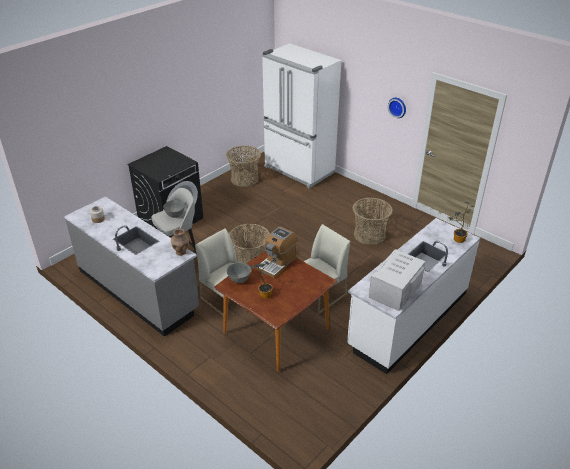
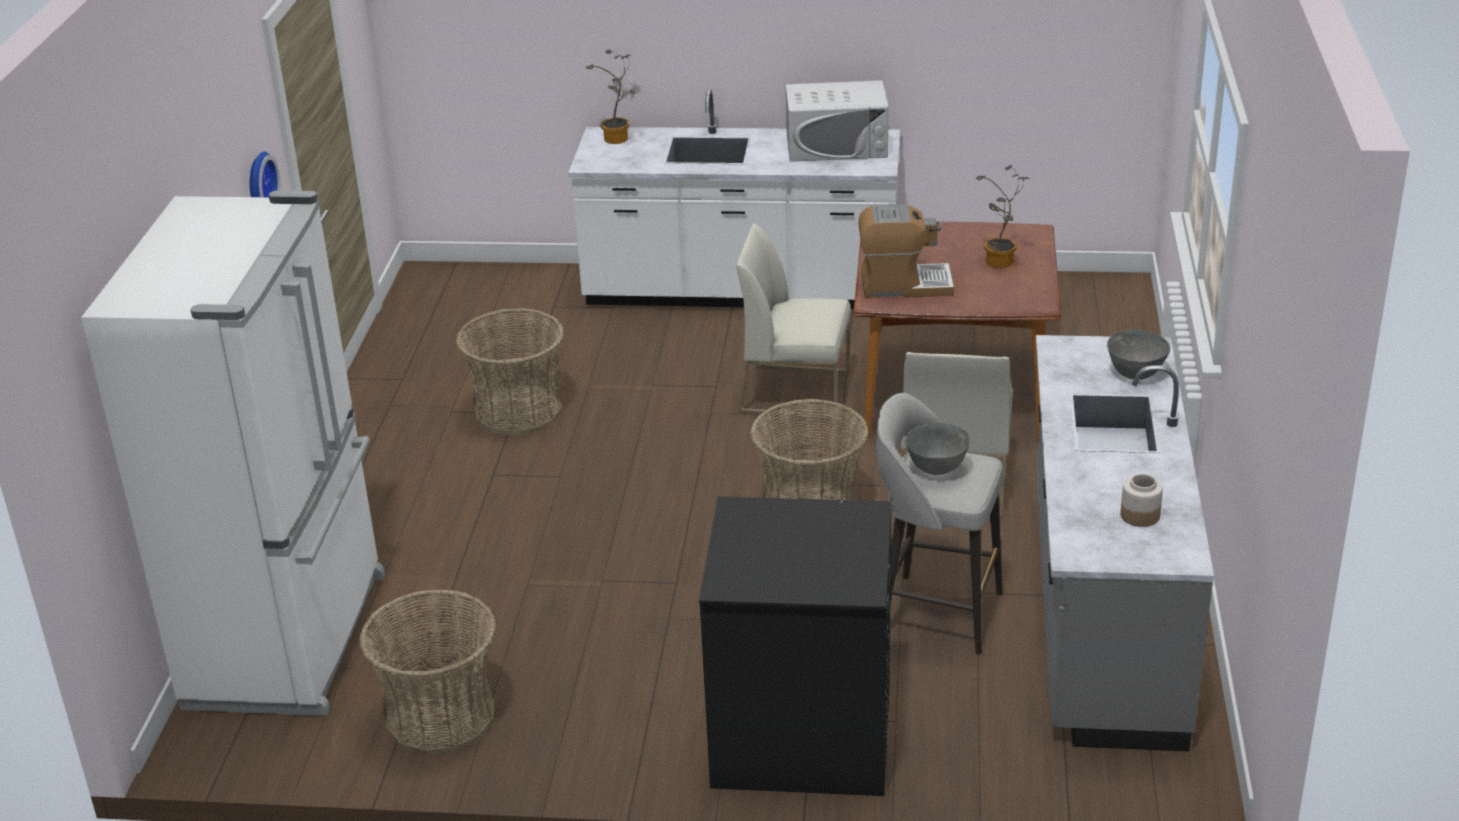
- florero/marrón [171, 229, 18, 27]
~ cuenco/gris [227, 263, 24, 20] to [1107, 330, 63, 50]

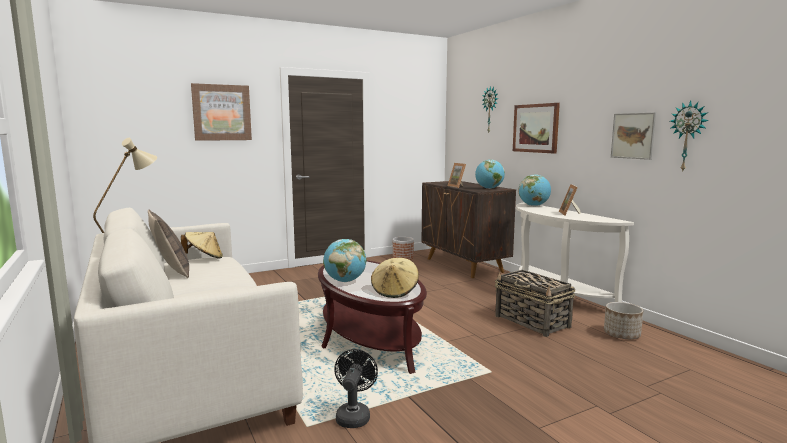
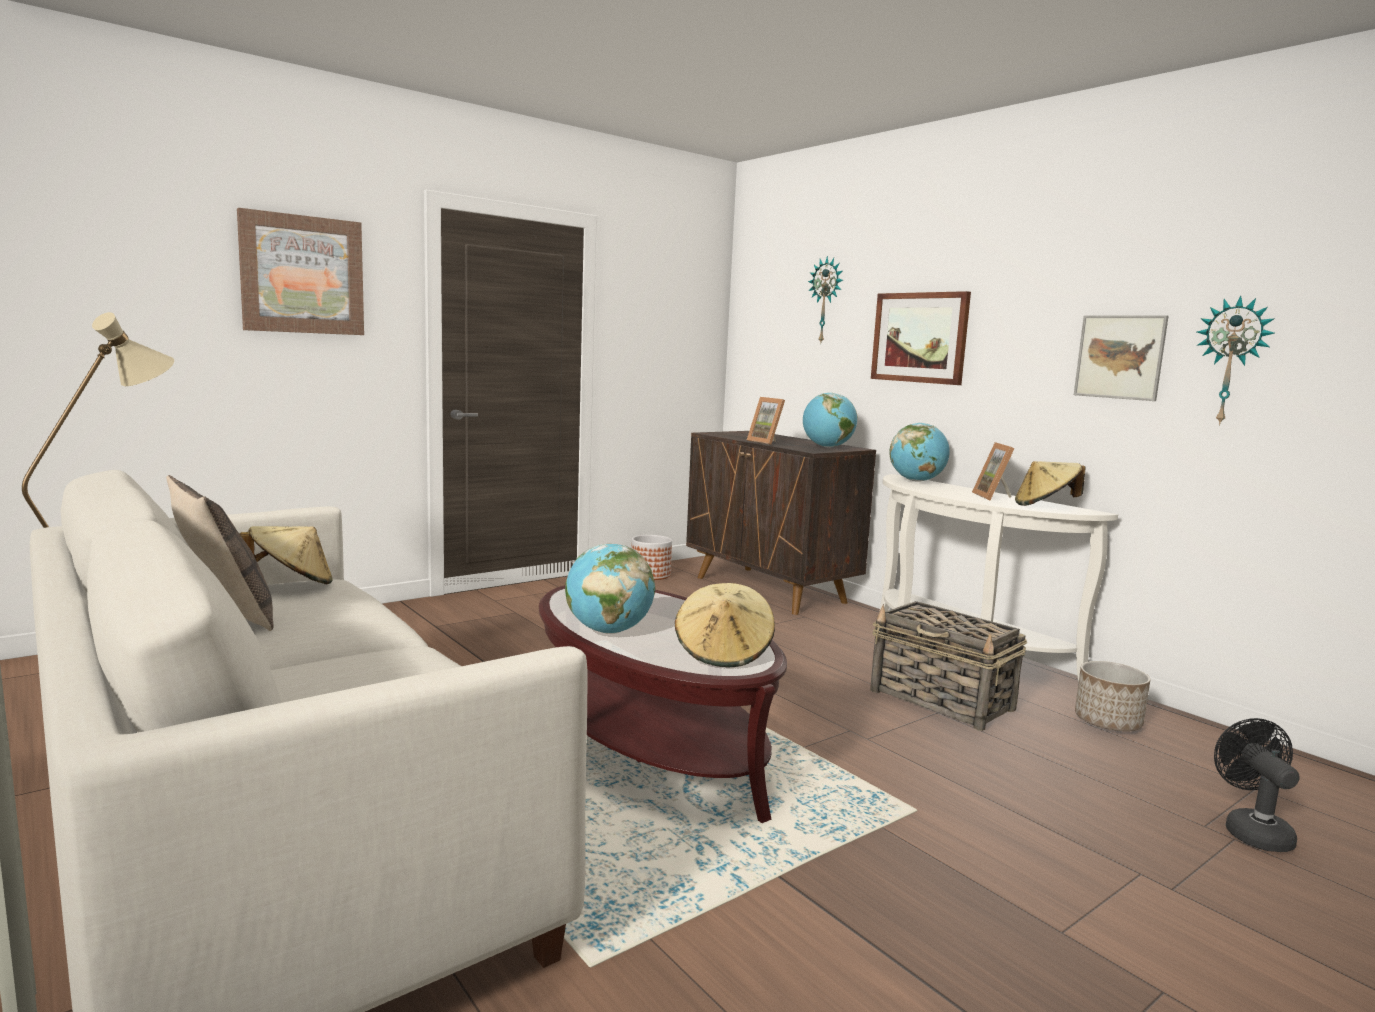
+ sombrero/beis [1015, 461, 70, 45]
~ ventilador/negro [334, 349, 44, 79] to [1214, 718, 85, 134]

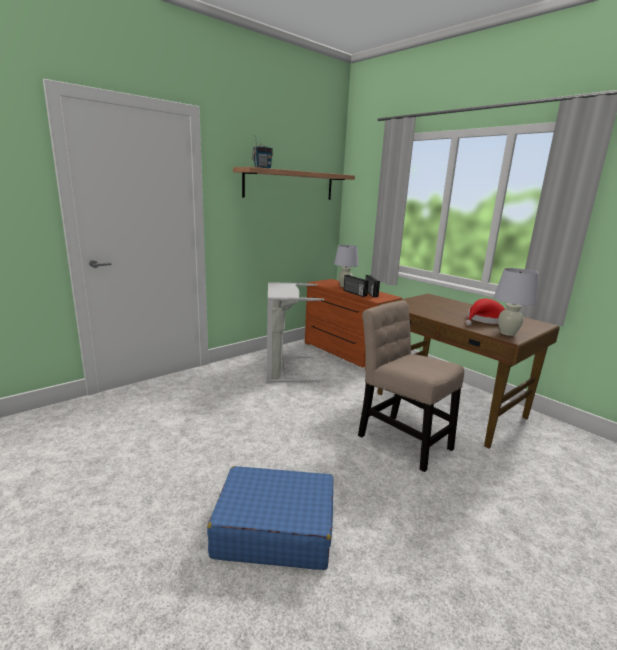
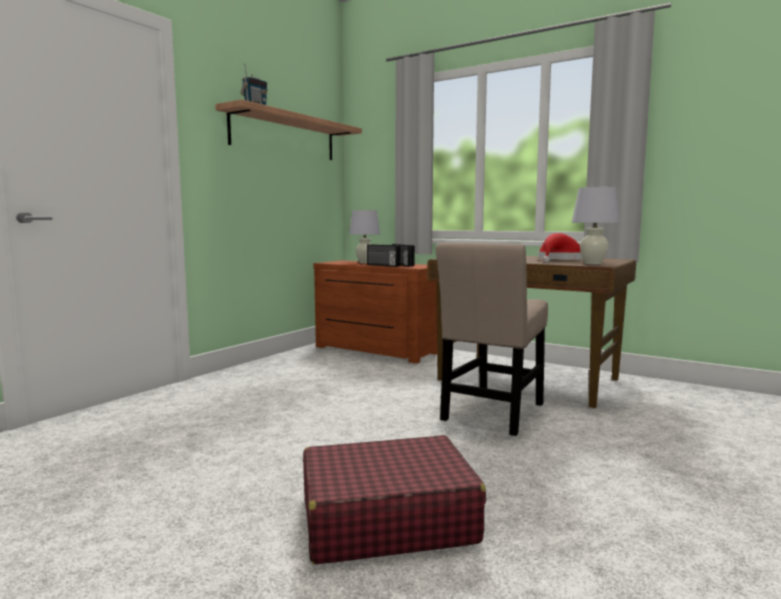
- cesto de la ropa/gris [267, 282, 57, 100]
~ maleta/azul [207, 466, 126, 104] to maleta/rojo [303, 435, 183, 129]
~ silla/beis [358, 300, 106, 172] = [436, 243, 112, 193] 90 degrees counterclockwise

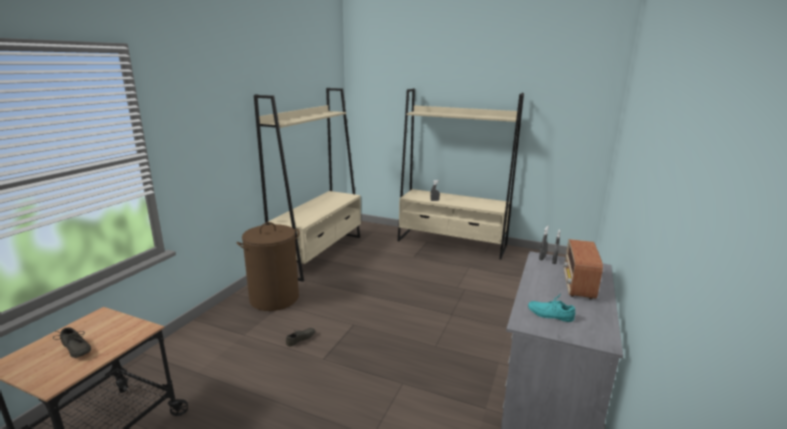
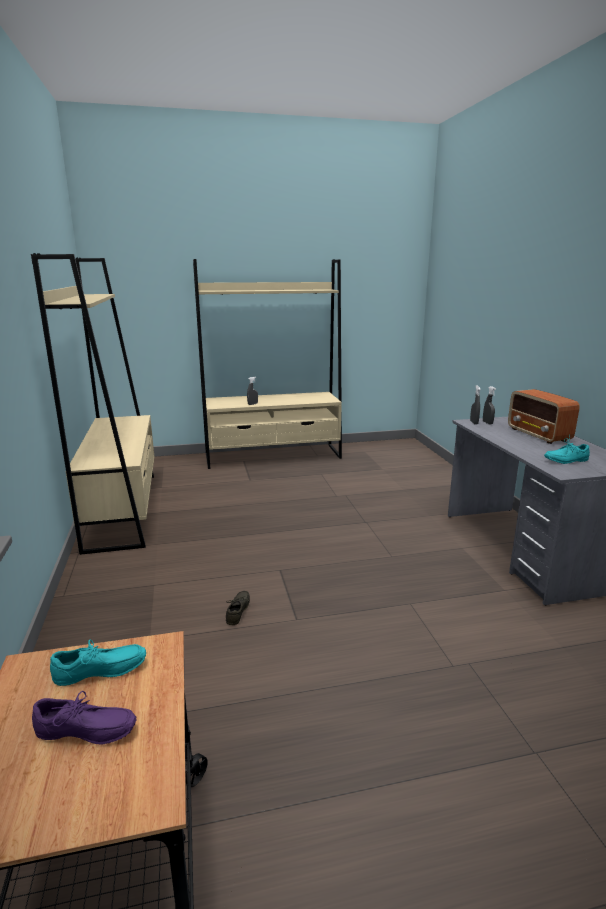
- cesto de la ropa/marrón [237, 222, 63, 89]
+ zapato/turquesa [50, 640, 96, 46]
~ zapato/gris [53, 327, 38, 31] to zapato/morado [32, 691, 104, 53]

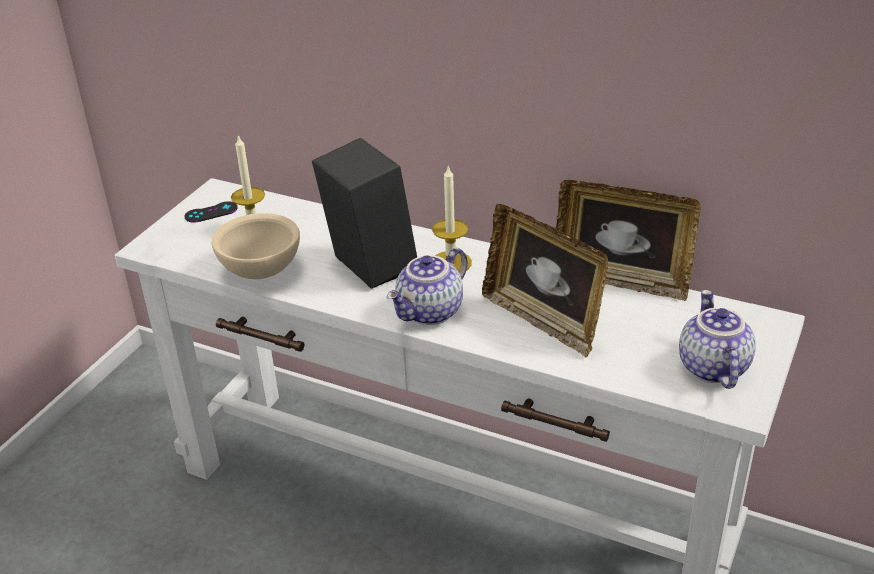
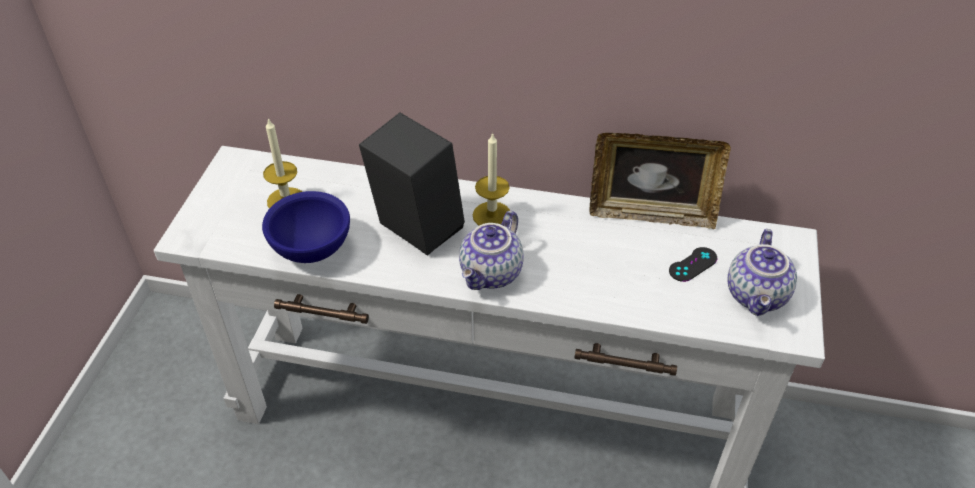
- portarretratos [482, 204, 126, 154]
~ mando de consola/negro [184, 201, 54, 22] to [669, 247, 48, 35]
~ cuenco/beis [212, 213, 88, 66] to cuenco/azul [262, 191, 88, 72]
~ tetera [679, 290, 77, 99] = [727, 229, 70, 87] 150 degrees counterclockwise

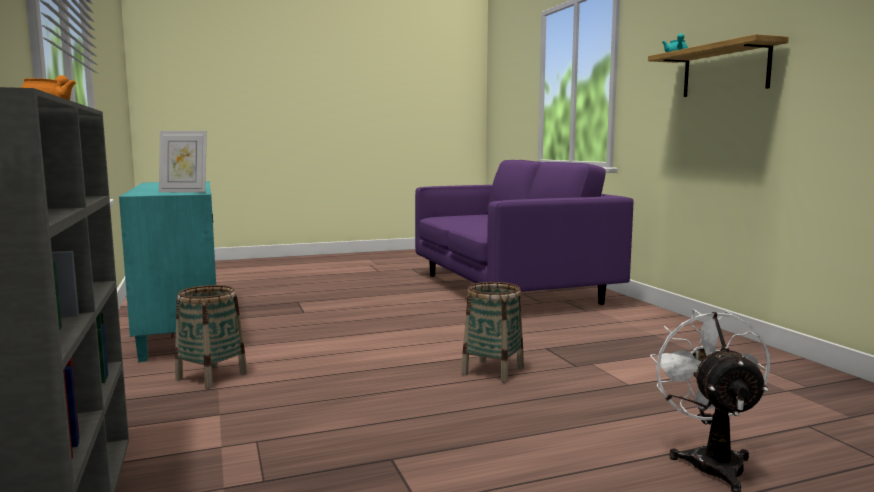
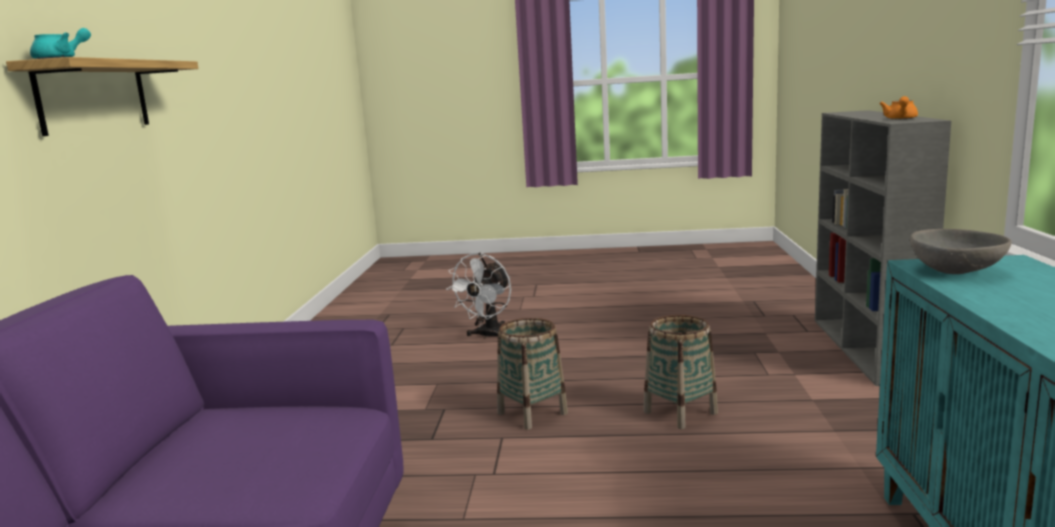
~ cesta [175, 285, 72, 104] to [643, 315, 75, 114]
~ portarretratos [159, 131, 48, 62] to cuenco/gris [910, 229, 102, 45]

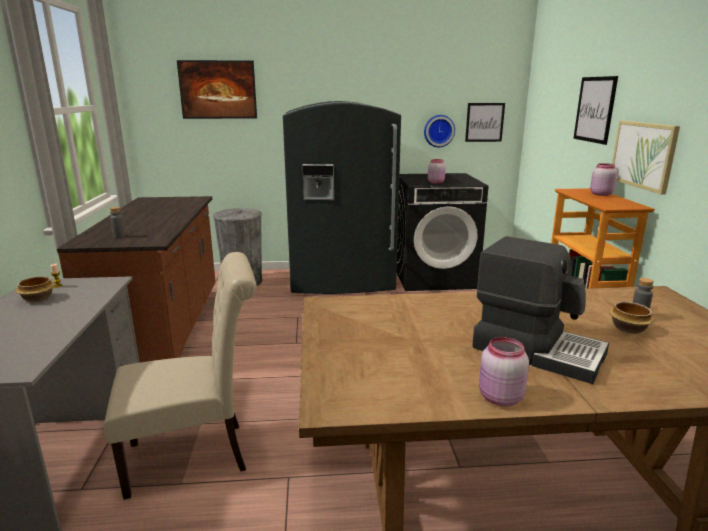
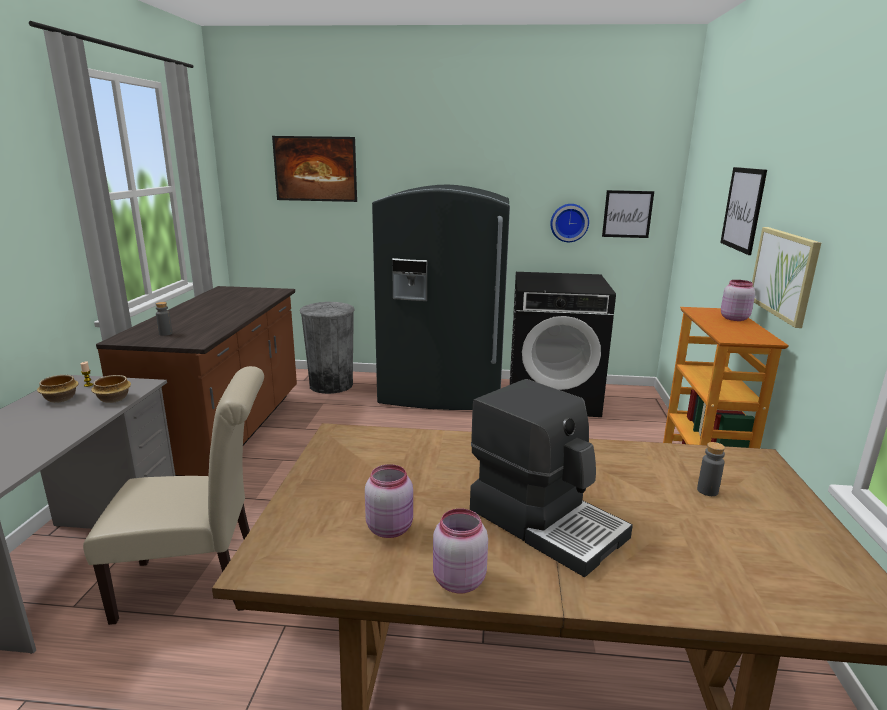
~ tarro/rosa [428, 159, 18, 25] to [365, 464, 48, 74]
~ cuenco [609, 302, 45, 32] to [91, 375, 40, 28]

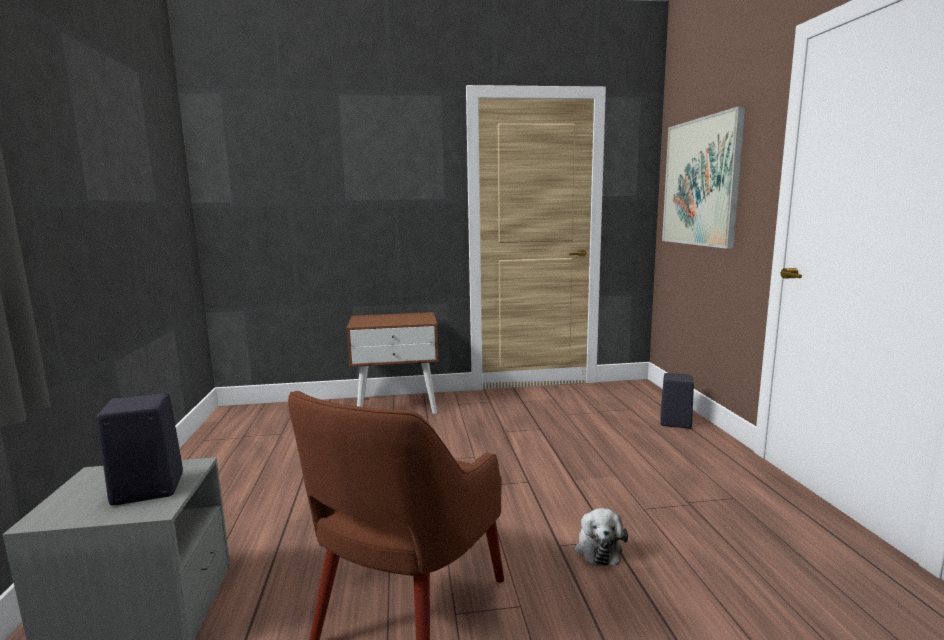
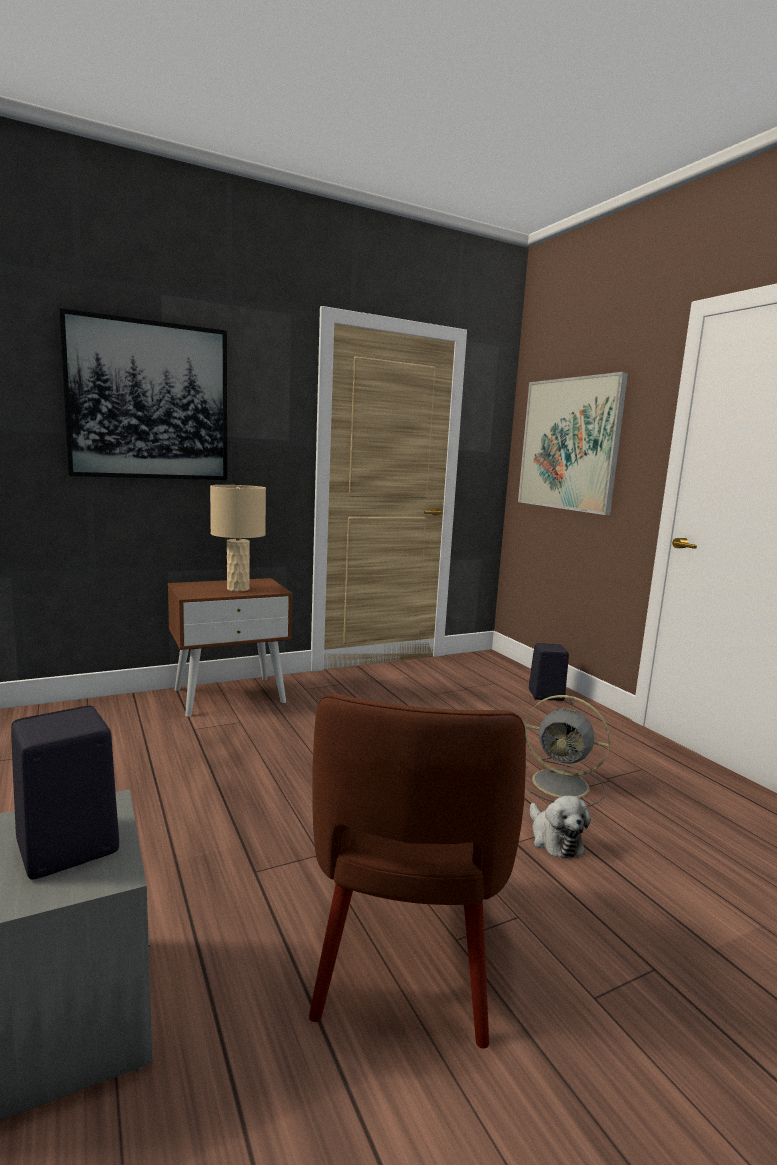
+ cuadro [59, 308, 168, 172]
+ lámpara de mesa/beis [210, 485, 56, 107]
+ ventilador/gris [525, 695, 85, 111]

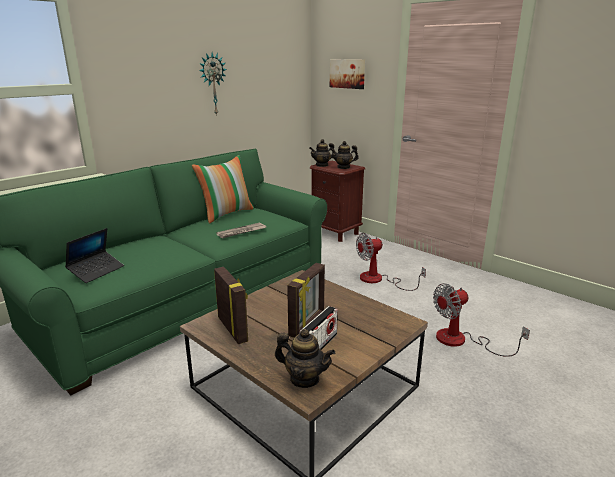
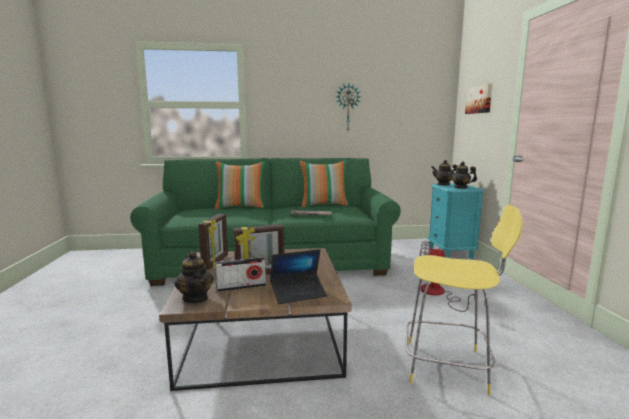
+ cojín [215, 161, 50, 48]
~ portátil [65, 228, 59, 55] to [270, 249, 57, 55]
~ ventilador [433, 283, 97, 74] to taburete/amarillo [406, 205, 117, 190]
~ mesita de noche/marrón [310, 161, 55, 81] to mesita de noche/turquesa [427, 184, 57, 75]

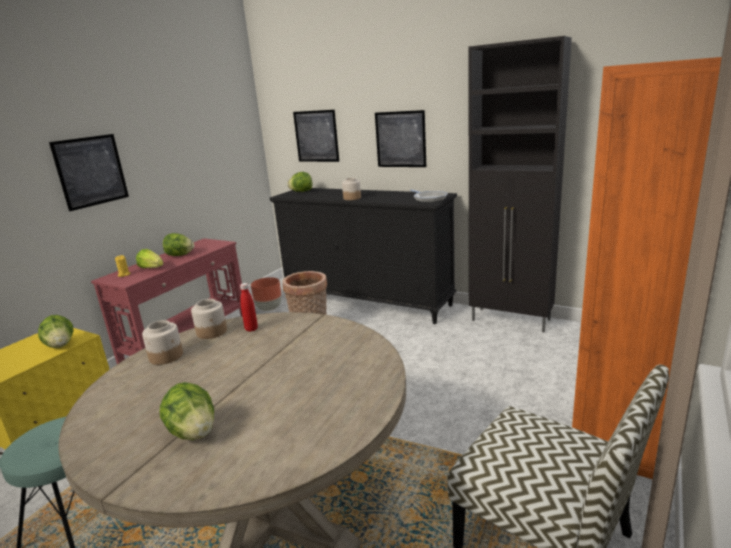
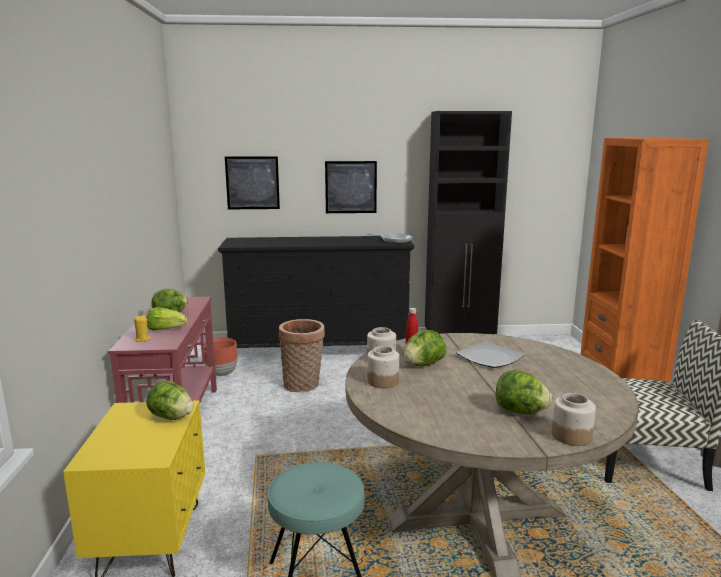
- cuadro [49, 134, 80, 77]
+ plato [456, 341, 68, 27]
~ lechuga [287, 172, 25, 20] to [403, 330, 43, 36]
~ tarro [342, 178, 19, 22] to [552, 393, 44, 53]

